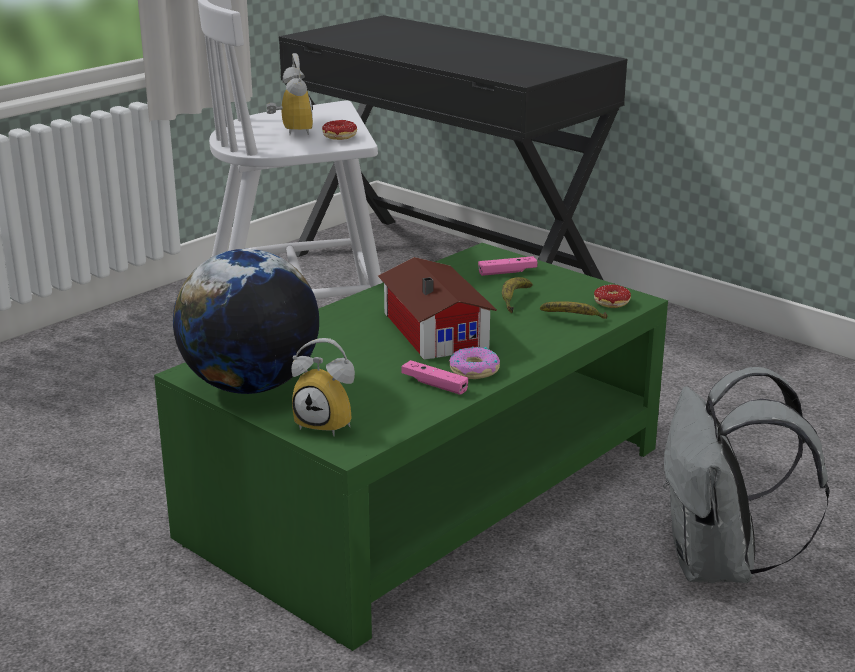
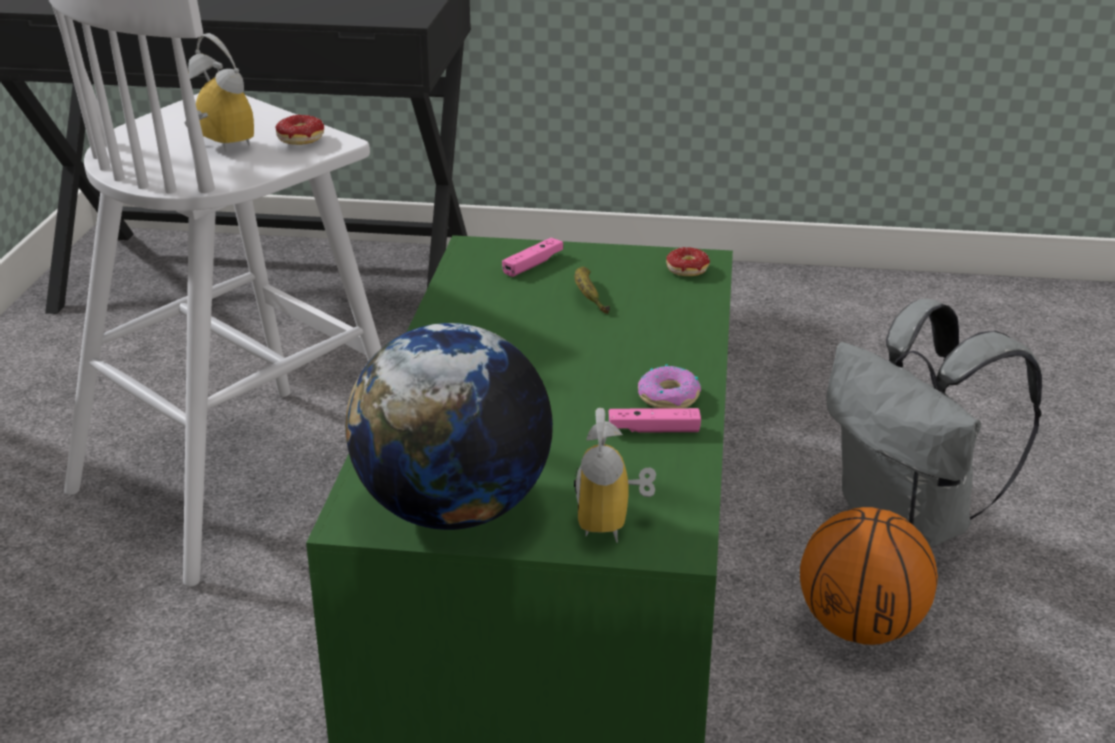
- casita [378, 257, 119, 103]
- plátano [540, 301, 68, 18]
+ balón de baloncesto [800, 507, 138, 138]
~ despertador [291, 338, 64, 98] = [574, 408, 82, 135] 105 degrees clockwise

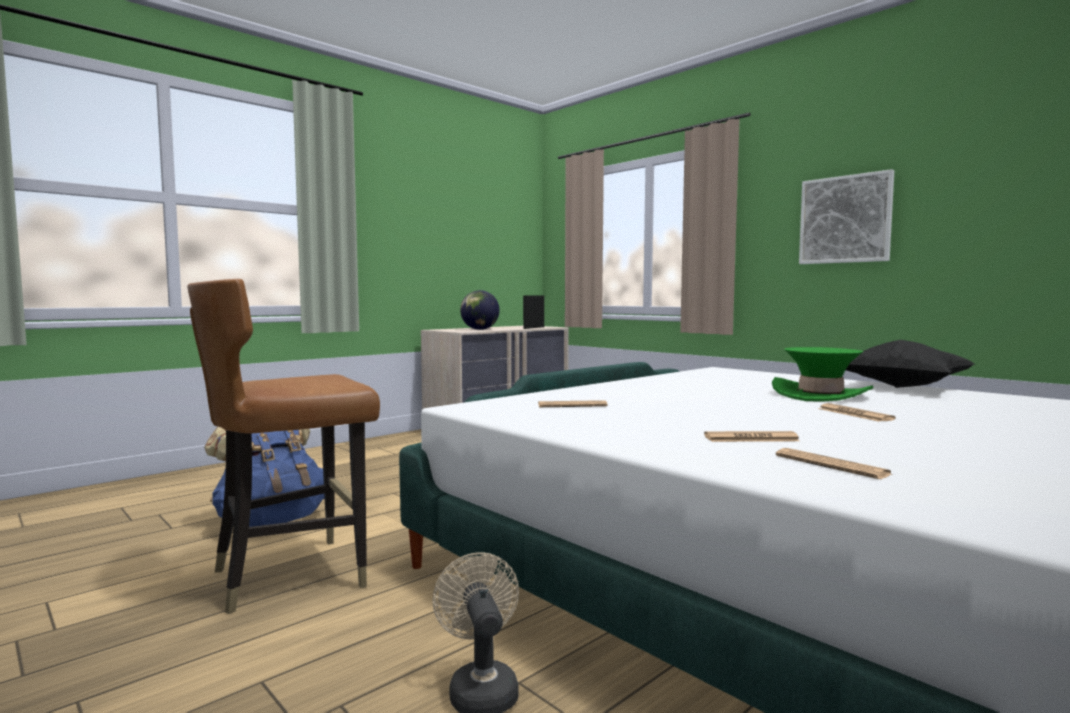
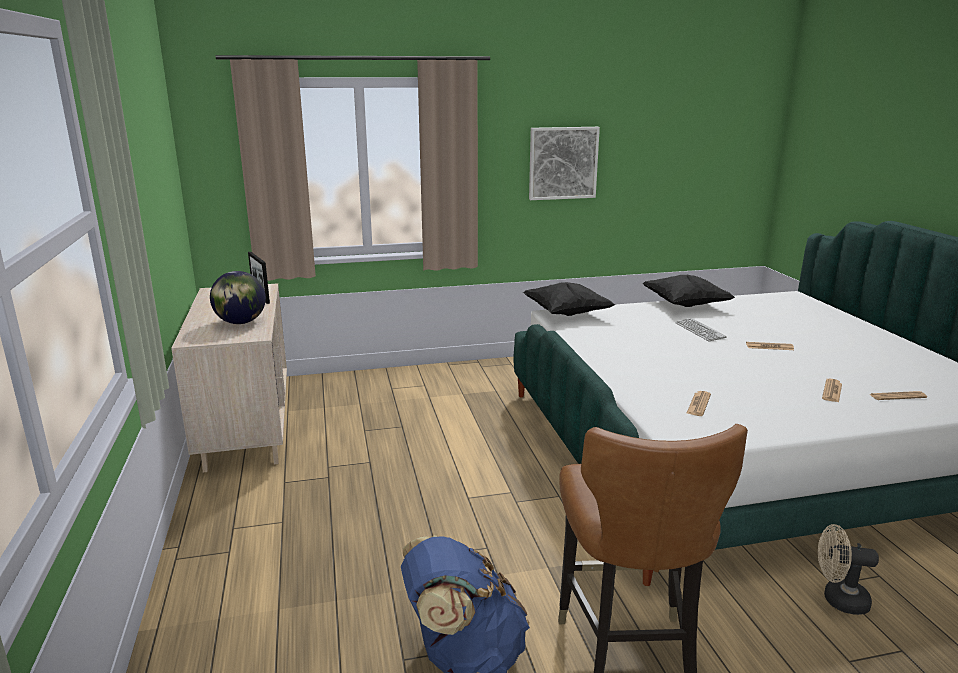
+ cojín/negro [523, 282, 92, 34]
~ sombrero/verde [772, 347, 101, 55] to teclado [675, 318, 52, 23]

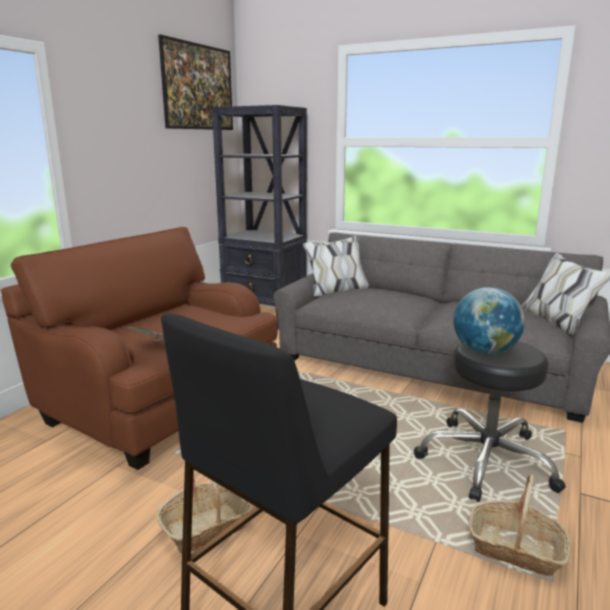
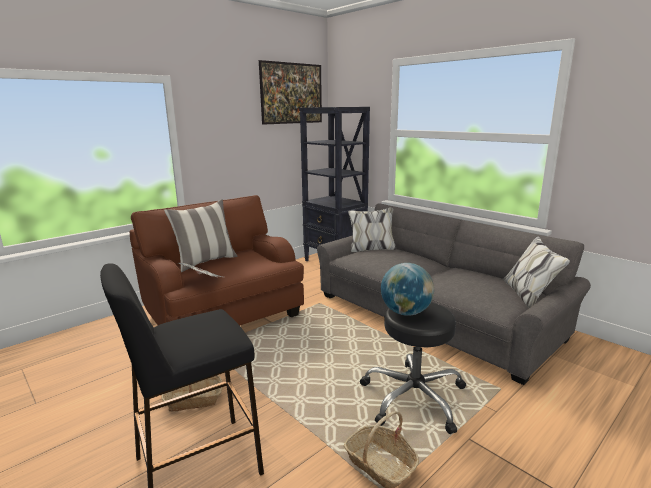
+ cojín [164, 199, 74, 73]

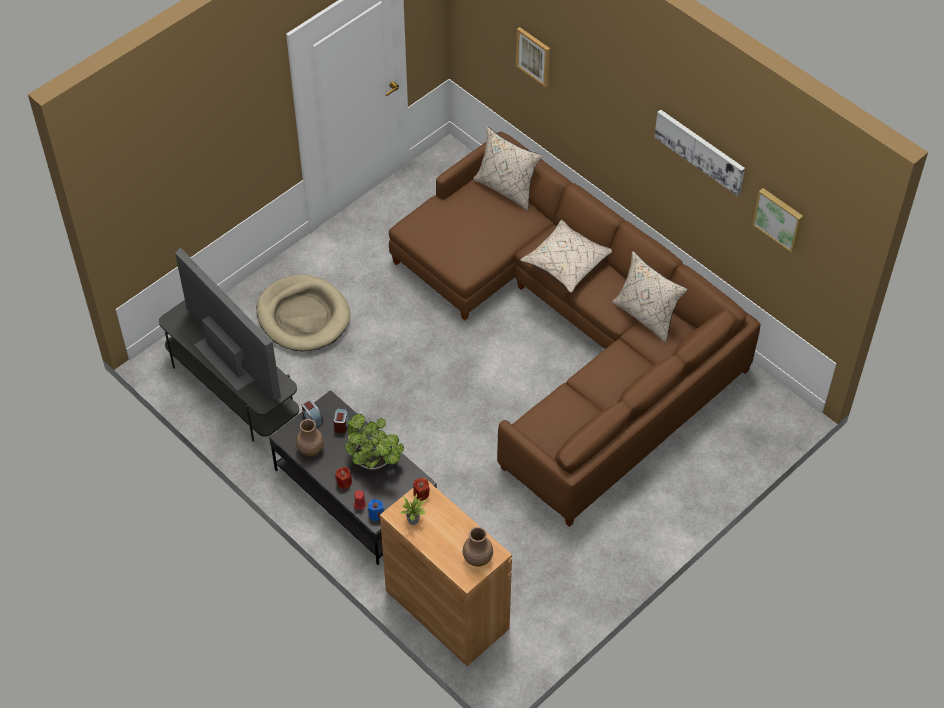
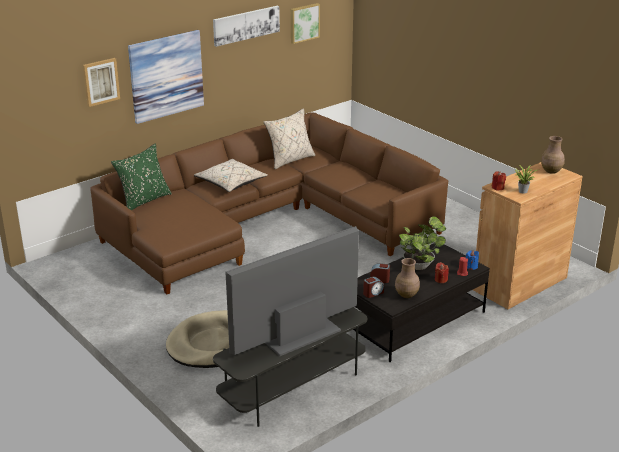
+ cuadro [128, 30, 76, 94]
~ cojín/beis [473, 127, 70, 84] to cojín/verde [111, 144, 61, 67]

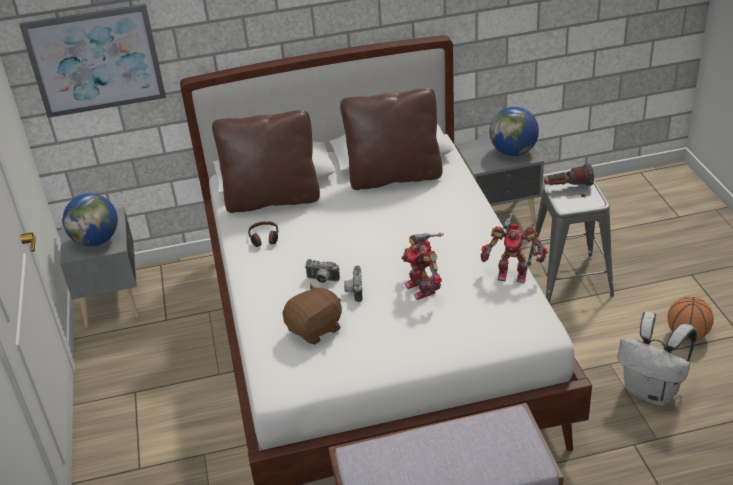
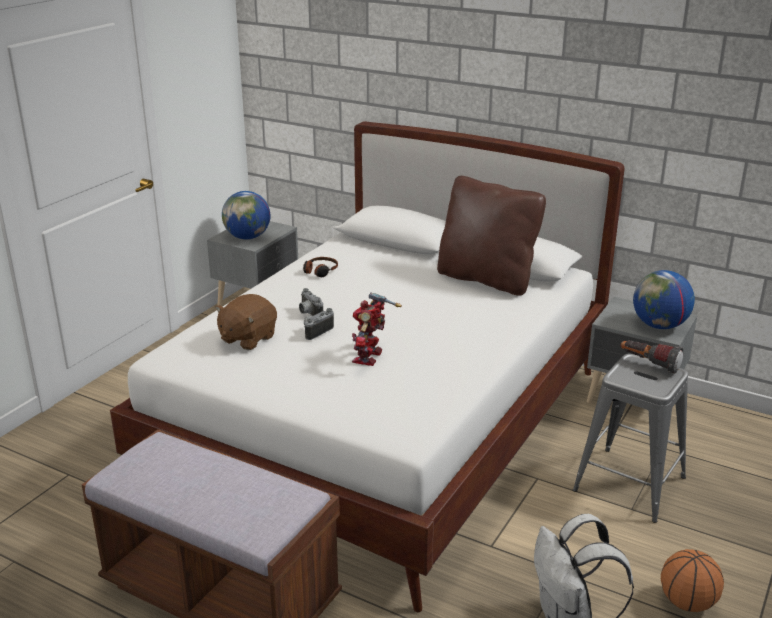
- cuadro [20, 4, 146, 114]
- cojín/marrón [212, 110, 108, 103]
- robot de juguete [481, 213, 67, 70]
~ peluche/marrón [283, 284, 59, 60] = [215, 294, 62, 56] 120 degrees clockwise

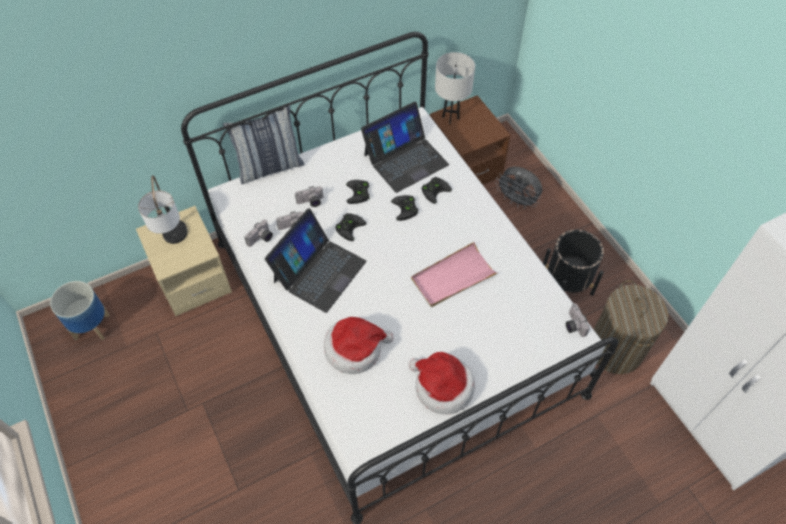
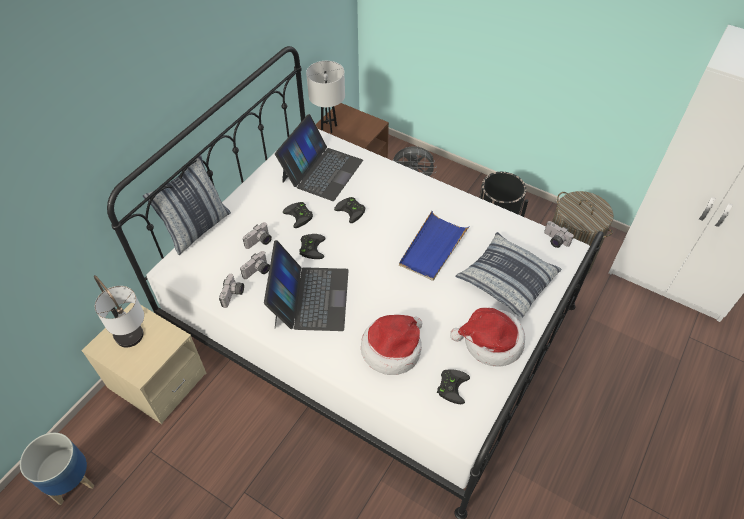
+ cojín [455, 232, 107, 86]
~ mando de consola/negro [421, 177, 31, 27] to [437, 370, 33, 34]
~ bandeja/rosa [411, 242, 87, 65] to bandeja/azul [399, 211, 71, 70]

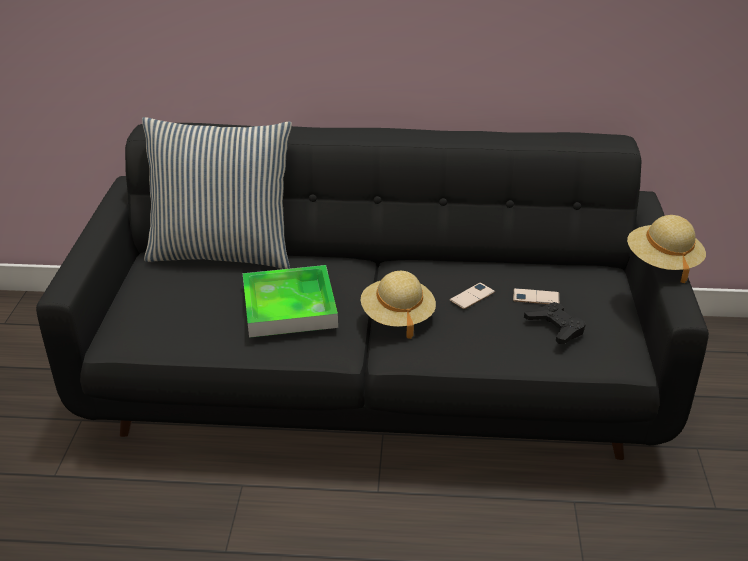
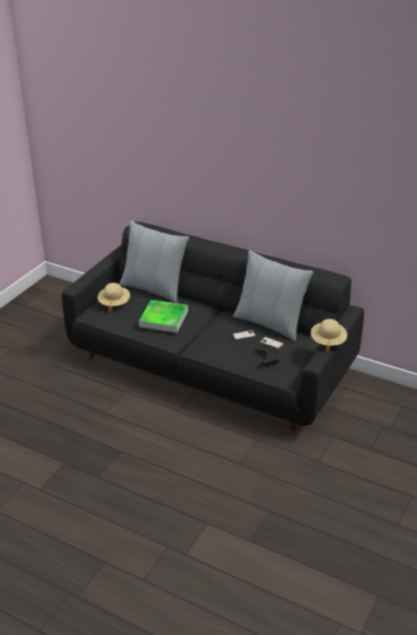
+ cojín [233, 250, 80, 91]
~ sombrero/beis [361, 271, 75, 68] to [98, 283, 32, 29]

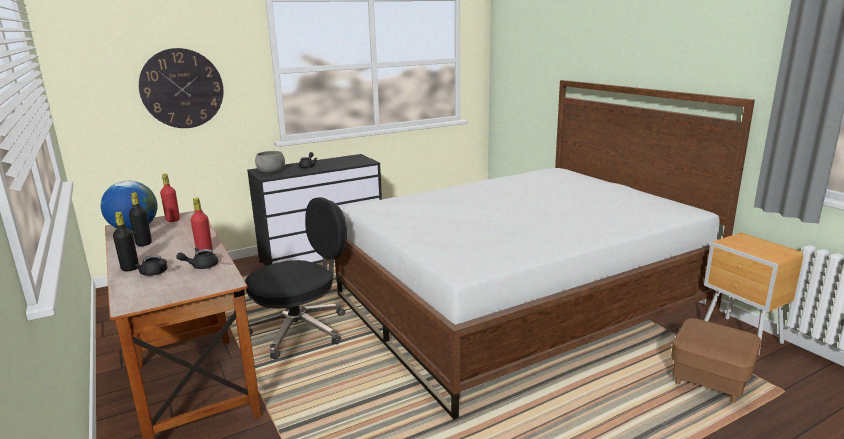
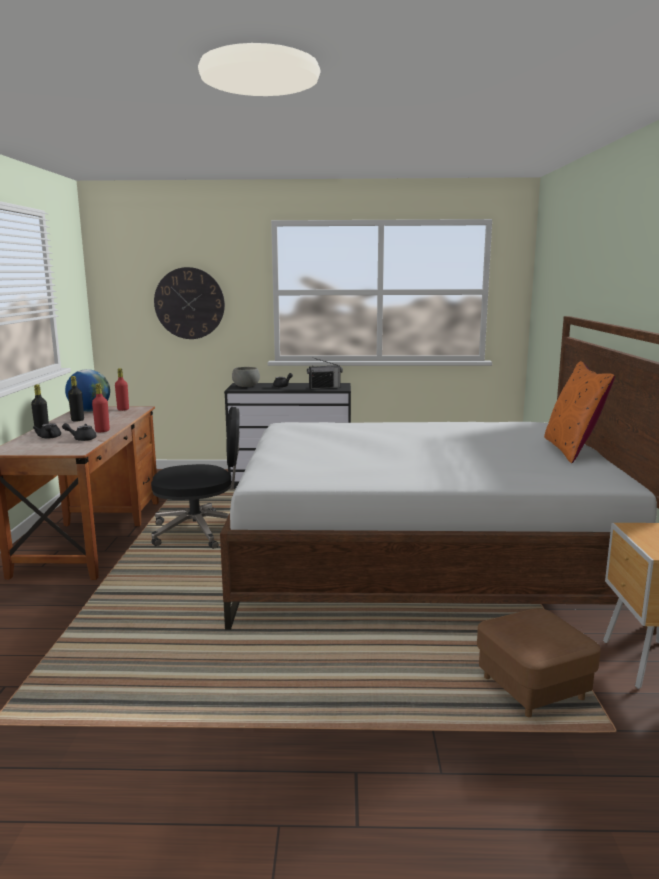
+ radio [307, 357, 36, 32]
+ cojín/naranja [544, 361, 71, 102]

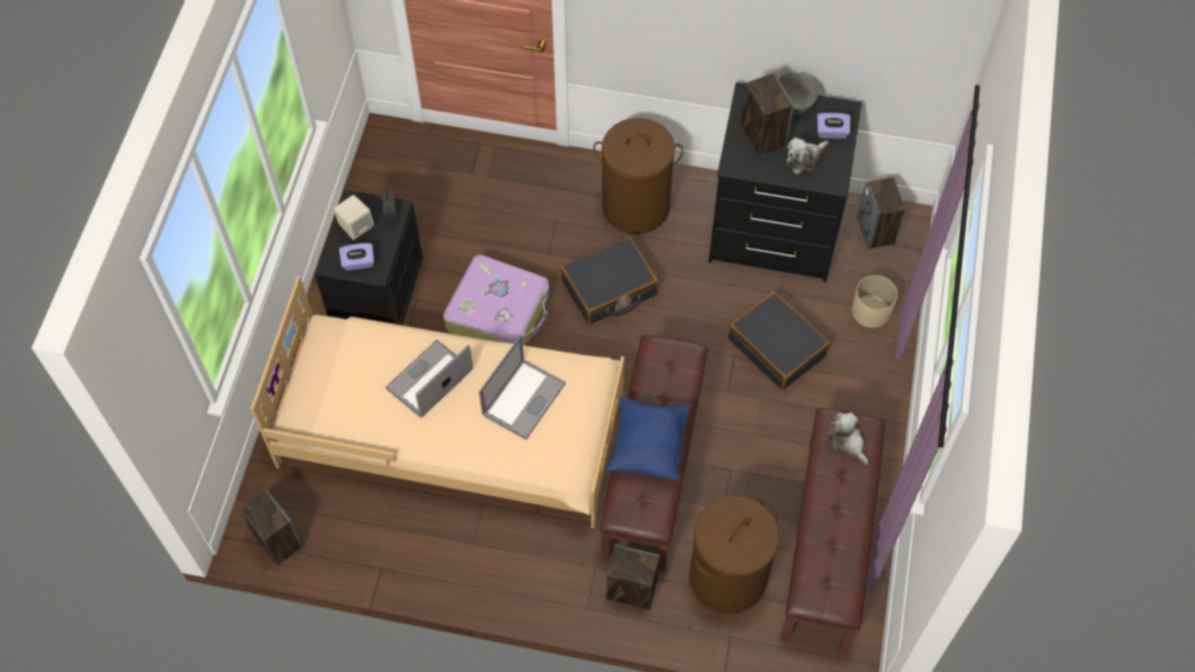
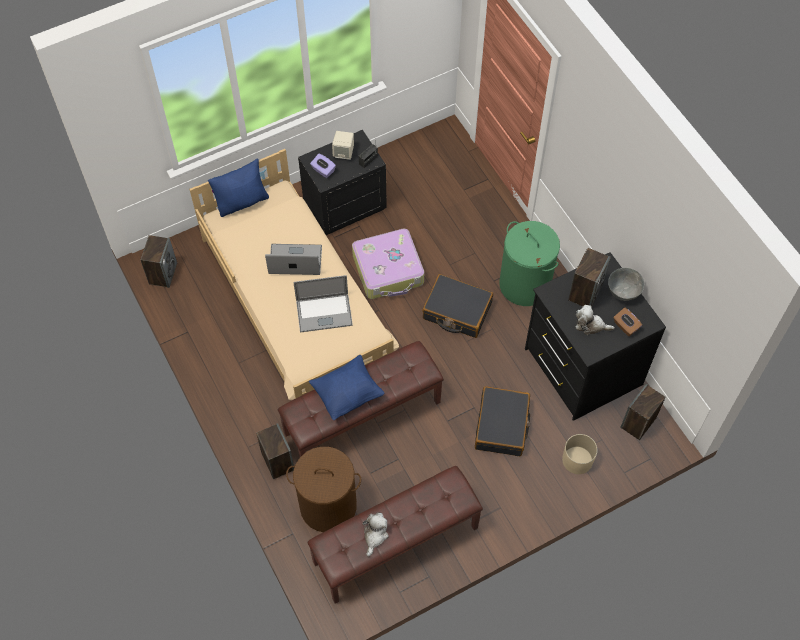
+ cojín/azul [208, 159, 61, 58]
~ peluche [828, 412, 40, 53] to [362, 513, 27, 44]
~ cesto de la ropa/marrón [593, 118, 91, 116] to cesto de la ropa/verde [499, 221, 61, 85]
~ caja de pañuelos/morado [817, 113, 33, 26] to caja de pañuelos/marrón [613, 307, 29, 29]

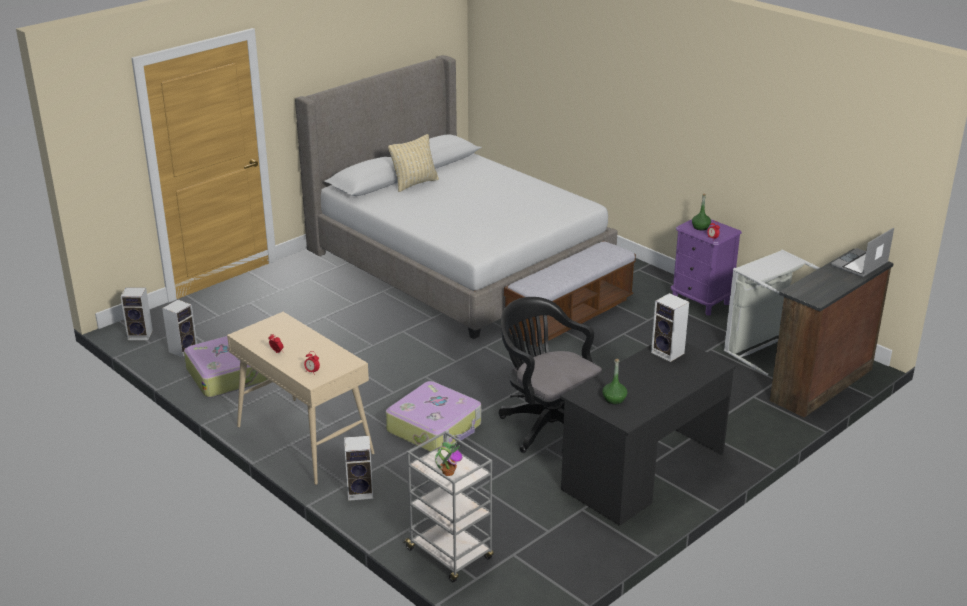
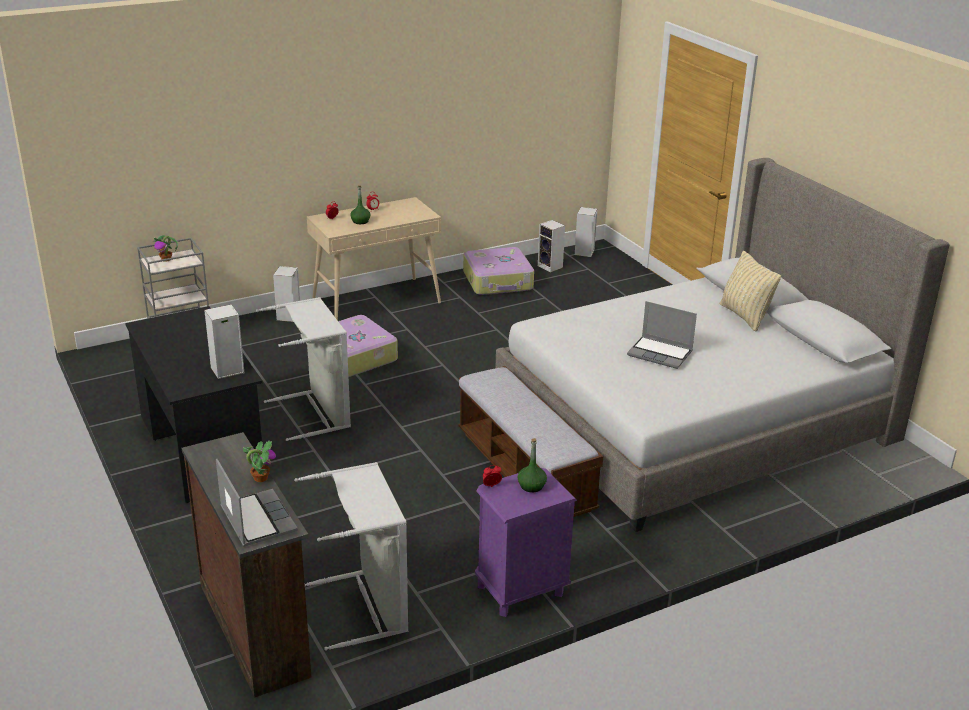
+ planta en maceta [243, 441, 33, 41]
+ portátil [627, 301, 70, 68]
~ botella/verde [602, 359, 25, 46] to [350, 185, 20, 39]
~ silla de oficina/negro [499, 297, 103, 156] to cesto de la ropa/gris [256, 297, 95, 144]

